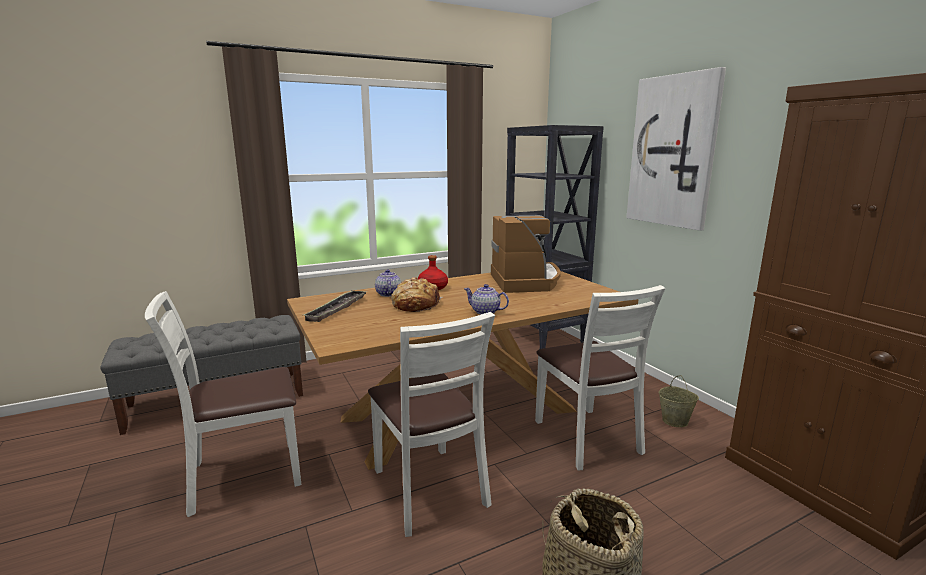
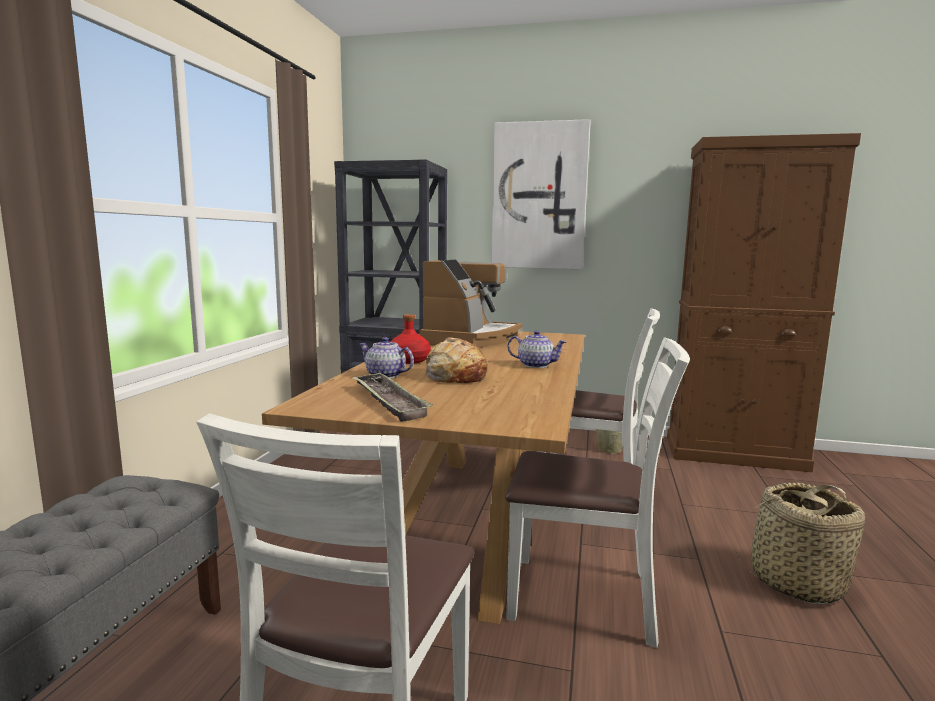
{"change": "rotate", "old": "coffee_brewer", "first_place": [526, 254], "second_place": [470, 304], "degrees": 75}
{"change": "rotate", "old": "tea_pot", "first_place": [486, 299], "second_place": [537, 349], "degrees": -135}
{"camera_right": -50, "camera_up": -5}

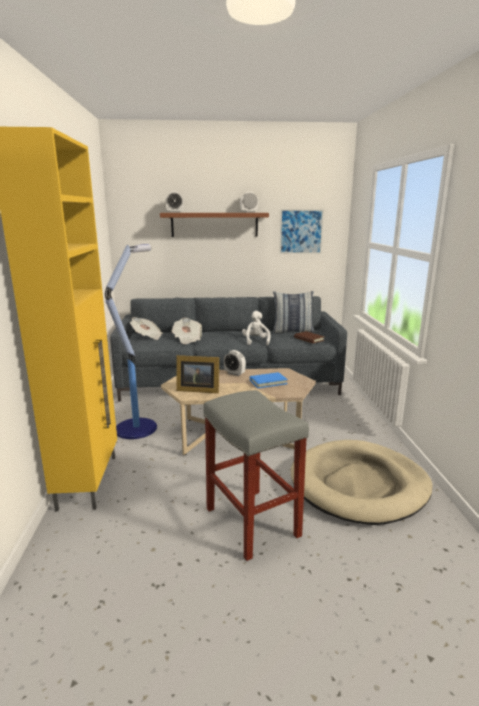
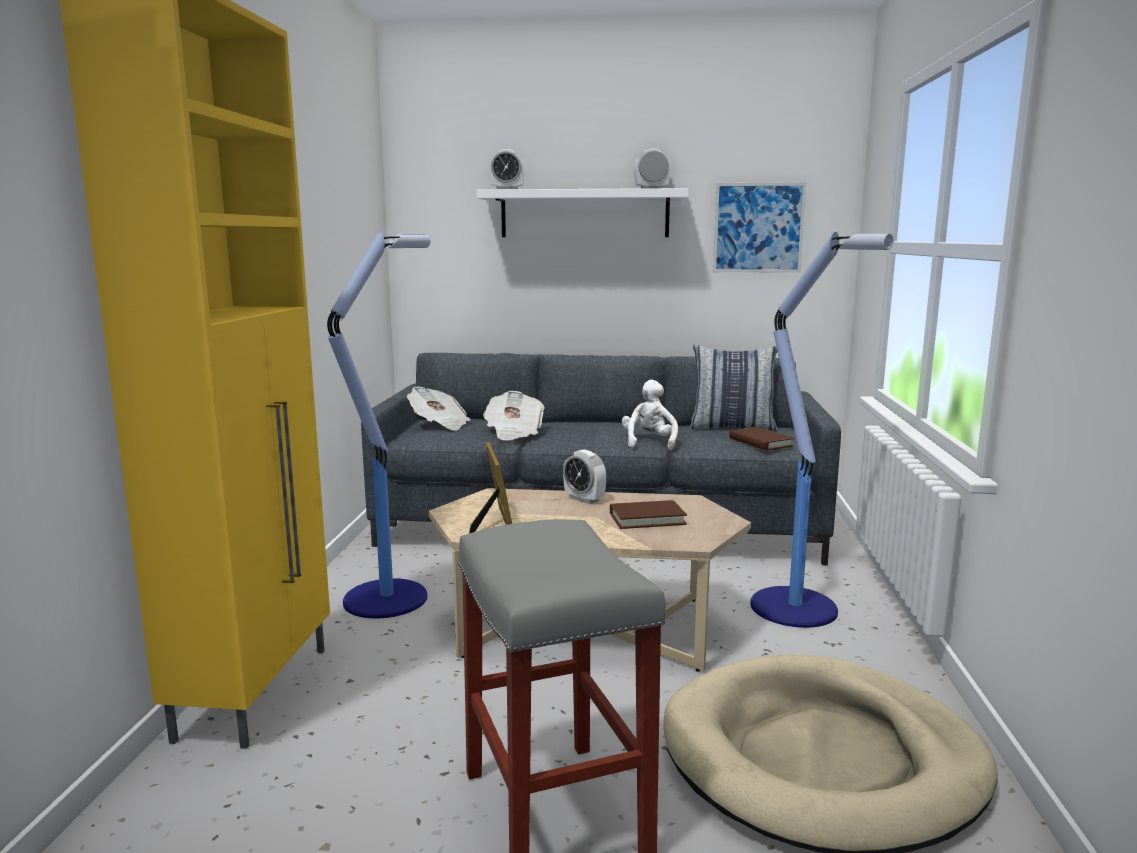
{"change": "recolor", "old": "brown-coloured_wall_shelf", "new": "whitish_wall_shelf", "first_place": [214, 225], "second_place": [583, 212]}
{"change": "rotate", "old": "standing_frame", "first_place": [197, 374], "second_place": [490, 487], "degrees": -120}
{"change": "recolor", "old": "bluish_volume", "new": "brown-coloured_volume", "first_place": [269, 380], "second_place": [648, 514]}
{"change": "insert", "new": "standing_lamp", "second_place": [821, 430]}
{"camera_right": 10, "camera_up": -5}

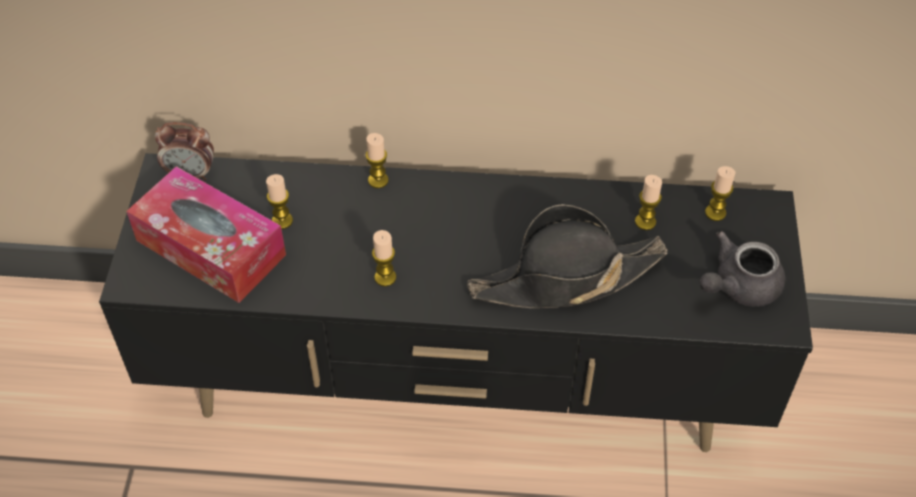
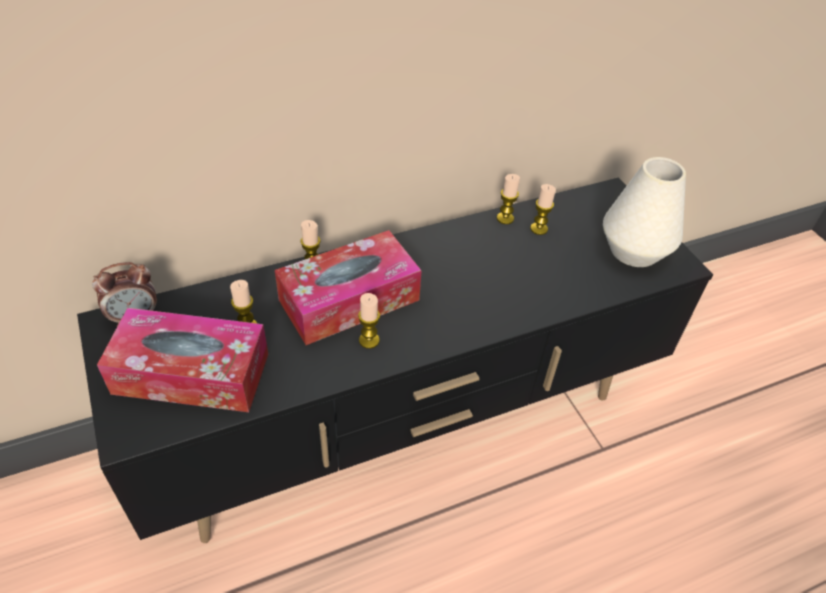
{"change": "move", "old": "wax_light", "first_place": [720, 193], "second_place": [508, 199]}
{"change": "delete", "old": "black-coloured_wearable_hat", "first_place": [567, 256]}
{"change": "replace", "old": "greyish_tea_pot", "new": "whitish_vase", "first_place": [742, 269], "second_place": [644, 212]}
{"change": "insert", "new": "tissue_box", "second_place": [348, 287]}
{"camera_right": -30, "camera_up": -5}

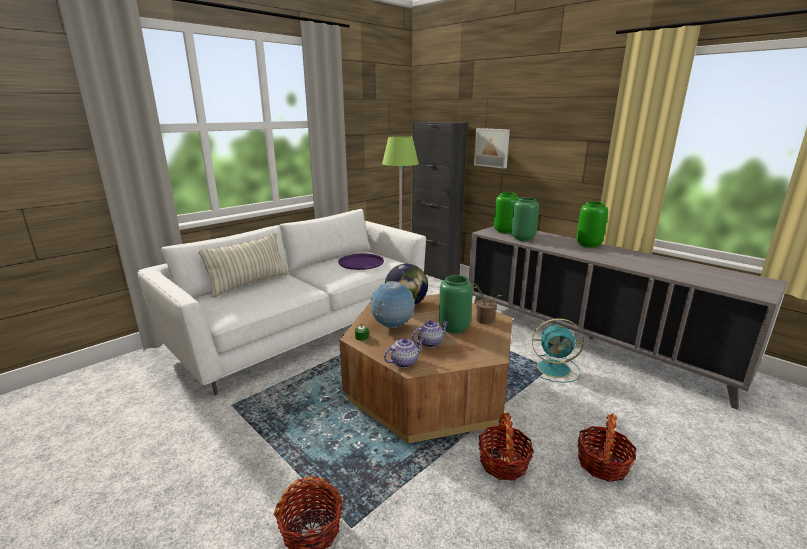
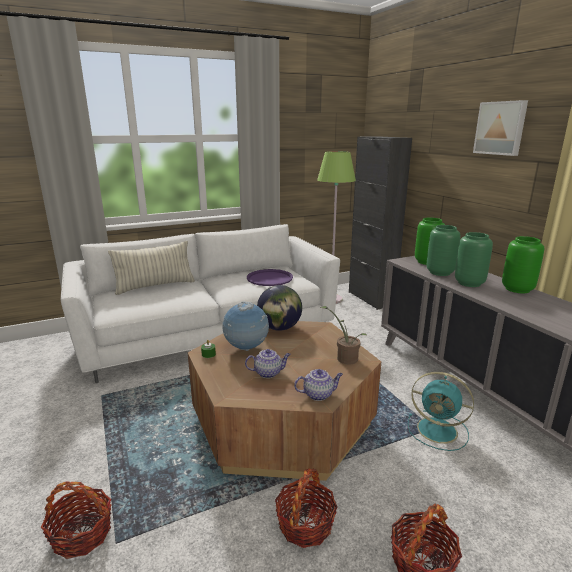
{"change": "move", "old": "wall_picture", "first_place": [492, 148], "second_place": [500, 128]}
{"change": "move", "old": "green_vase", "first_place": [456, 304], "second_place": [474, 259]}
{"change": "move", "old": "tea_pot", "first_place": [404, 353], "second_place": [318, 385]}
{"camera_right": 20, "camera_up": 0}

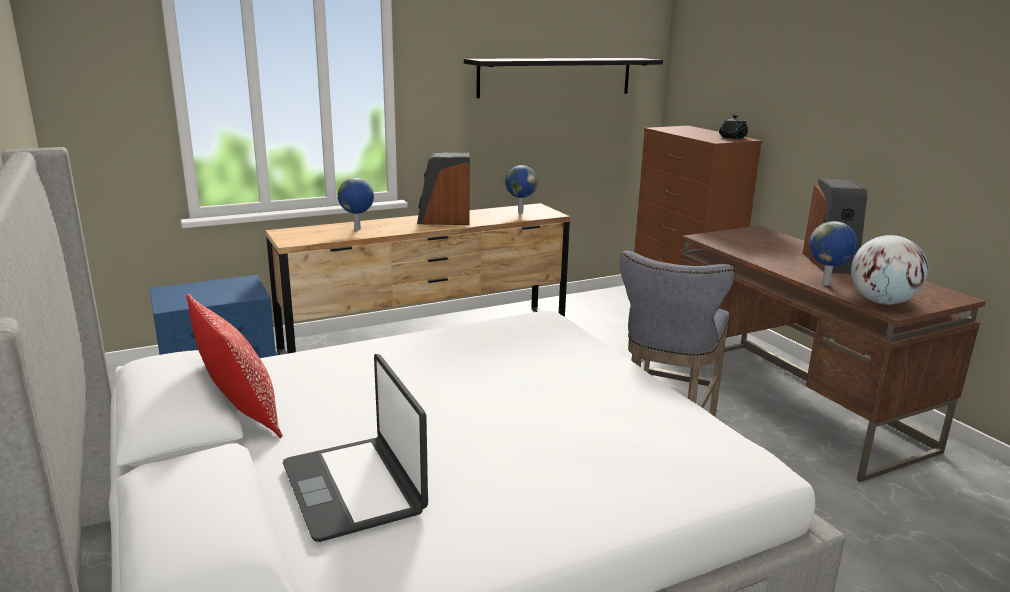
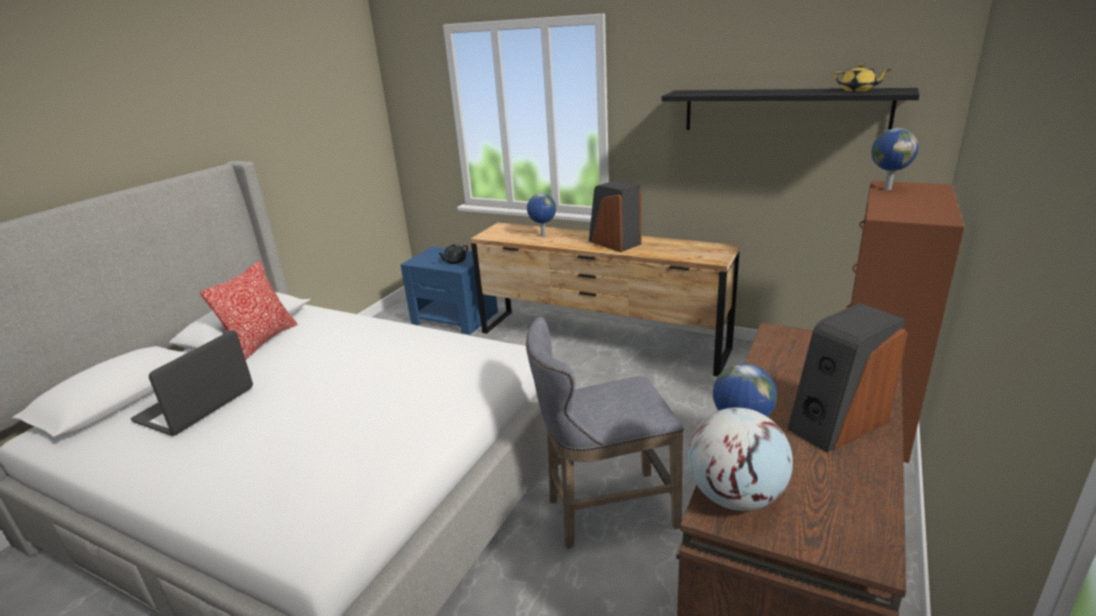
{"change": "move", "old": "black-coloured_tea_pot", "first_place": [733, 127], "second_place": [453, 254]}
{"change": "move", "old": "world_globe", "first_place": [521, 189], "second_place": [895, 159]}
{"change": "insert", "new": "yellow_tea_pot", "second_place": [862, 78]}
{"camera_right": 55, "camera_up": 5}

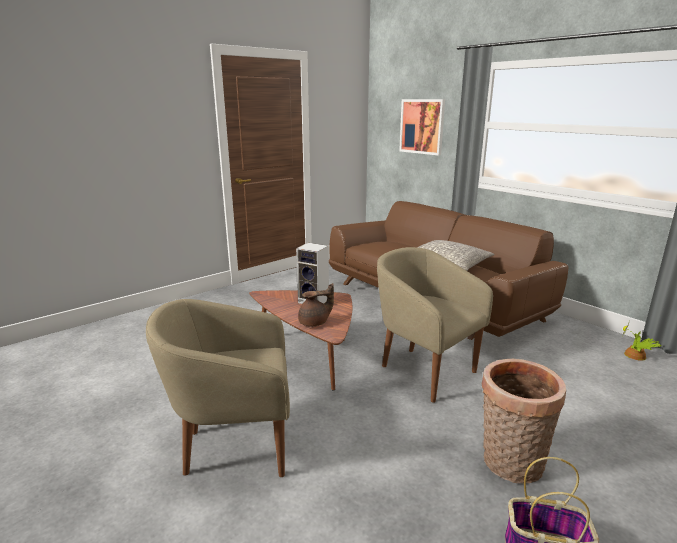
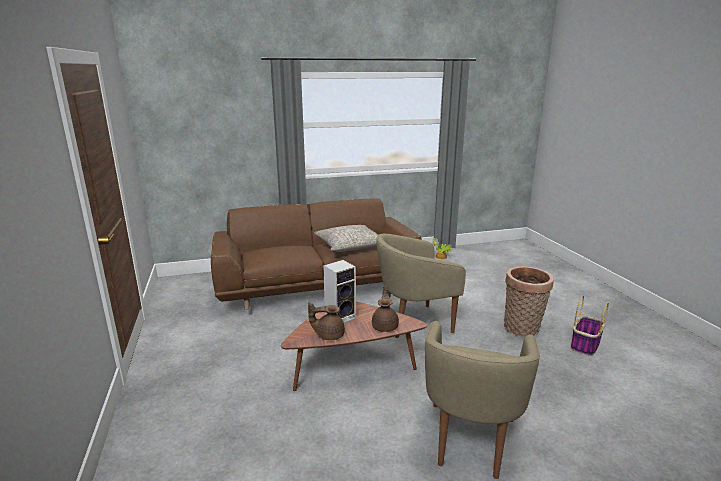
{"change": "delete", "old": "wall_picture", "first_place": [422, 127]}
{"change": "insert", "new": "brown-coloured_tea_pot", "second_place": [326, 321]}
{"camera_right": -65, "camera_up": 0}

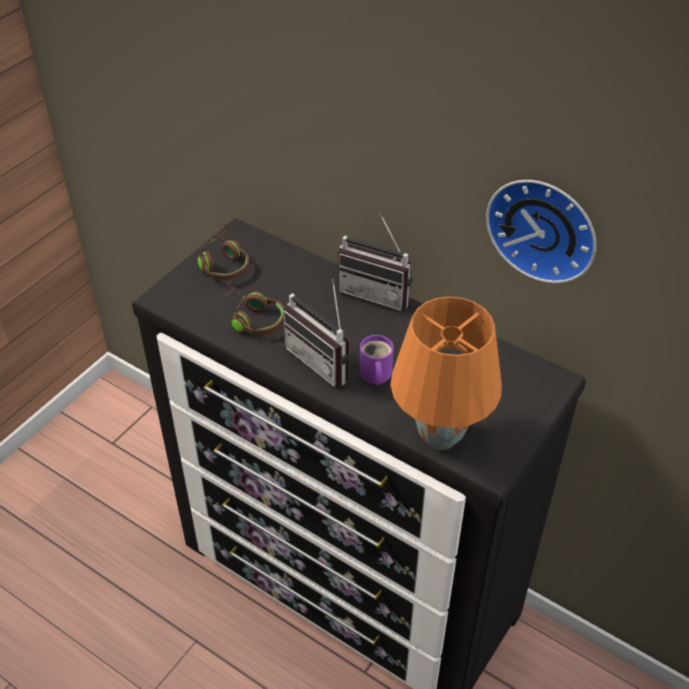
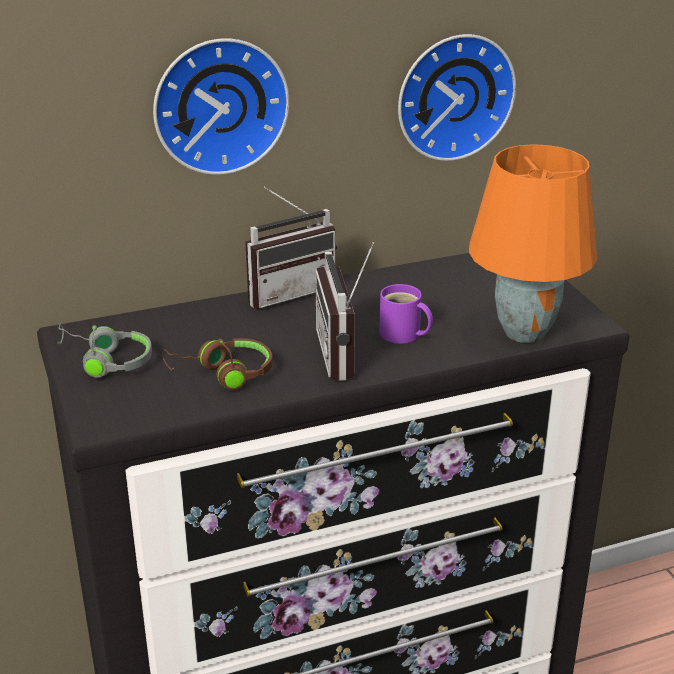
{"change": "recolor", "old": "brown-coloured_headphones", "new": "greyish_headphones", "first_place": [223, 252], "second_place": [104, 350]}
{"change": "rotate", "old": "radio_receiver", "first_place": [316, 333], "second_place": [344, 311], "degrees": 90}
{"change": "insert", "new": "hanging_clock", "second_place": [221, 106]}
{"camera_right": -55, "camera_up": -15}

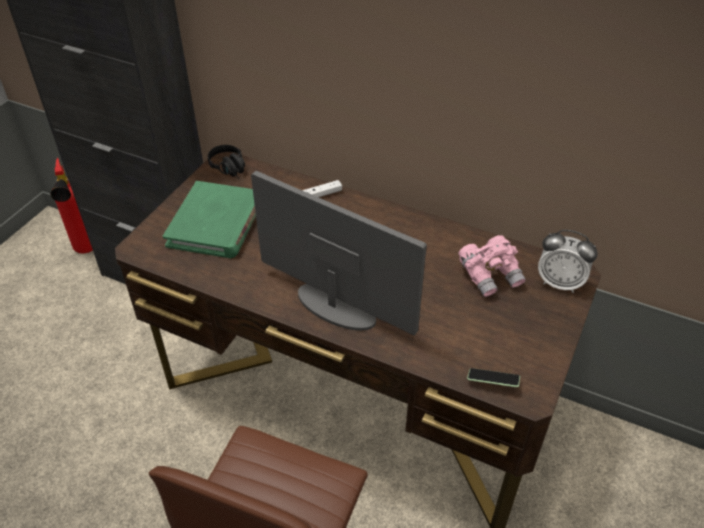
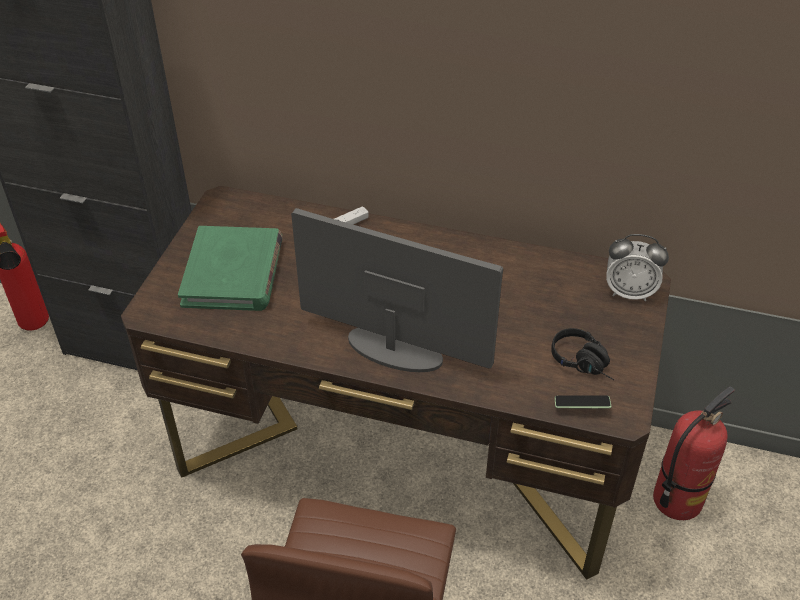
{"change": "move", "old": "black-coloured_headphones", "first_place": [226, 162], "second_place": [582, 354]}
{"change": "delete", "old": "pink-coloured_binoculars", "first_place": [492, 266]}
{"change": "insert", "new": "extinguisher", "second_place": [694, 453]}
{"camera_right": -10, "camera_up": 0}

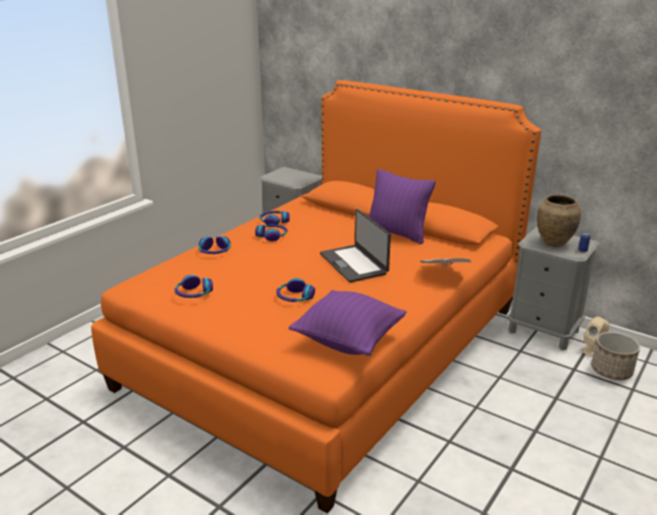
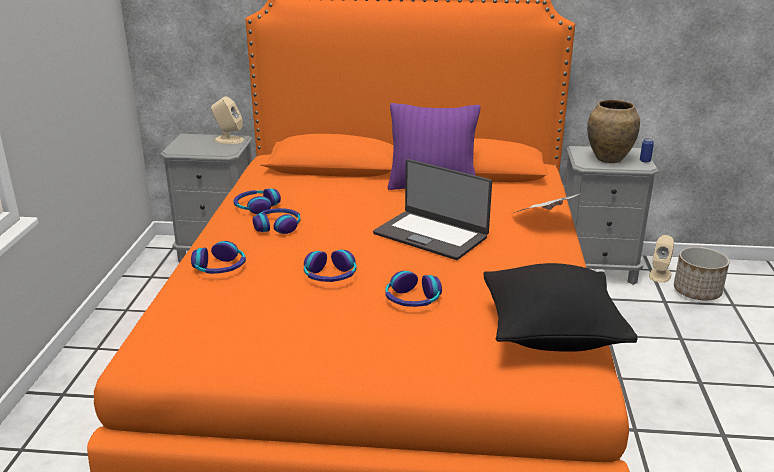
{"change": "move", "old": "headphones", "first_place": [193, 286], "second_place": [330, 266]}
{"change": "recolor", "old": "purplish_throw_pillow", "new": "black-coloured_throw_pillow", "first_place": [347, 323], "second_place": [561, 307]}
{"change": "insert", "new": "beige_audio_speaker", "second_place": [227, 120]}
{"camera_right": -30, "camera_up": 0}

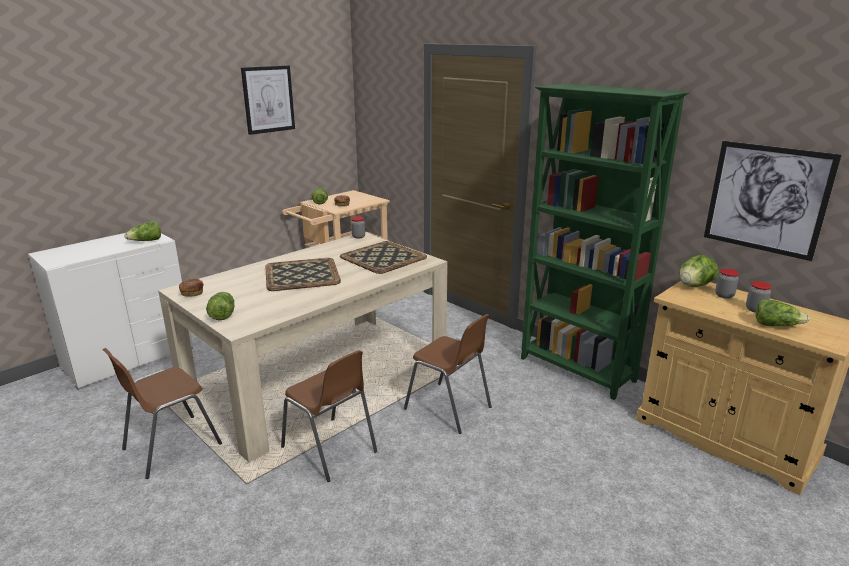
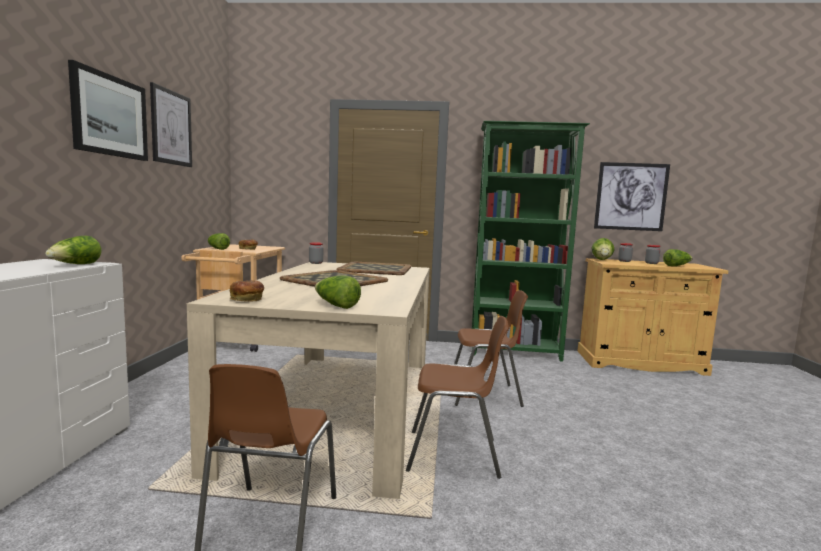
{"change": "insert", "new": "wall_picture", "second_place": [108, 110]}
{"camera_right": -40, "camera_up": -15}

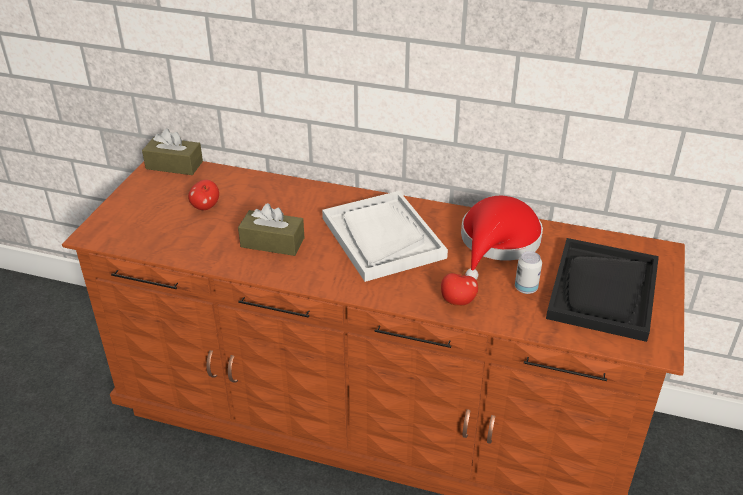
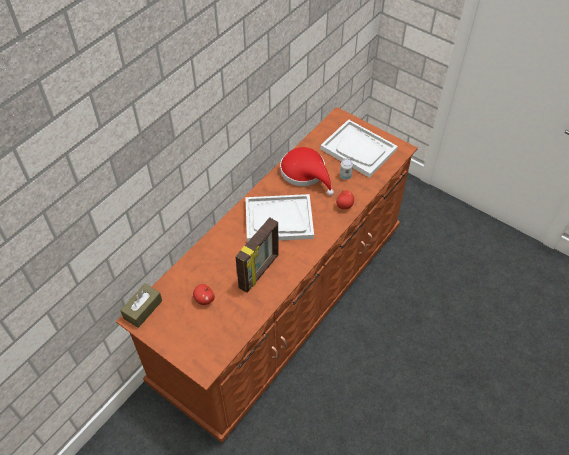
{"change": "replace", "old": "brown-coloured_tissue_box", "new": "standing_frame", "first_place": [271, 229], "second_place": [257, 255]}
{"change": "recolor", "old": "black-coloured_tray", "new": "whitish_tray", "first_place": [602, 290], "second_place": [359, 148]}
{"camera_right": -70, "camera_up": 15}

